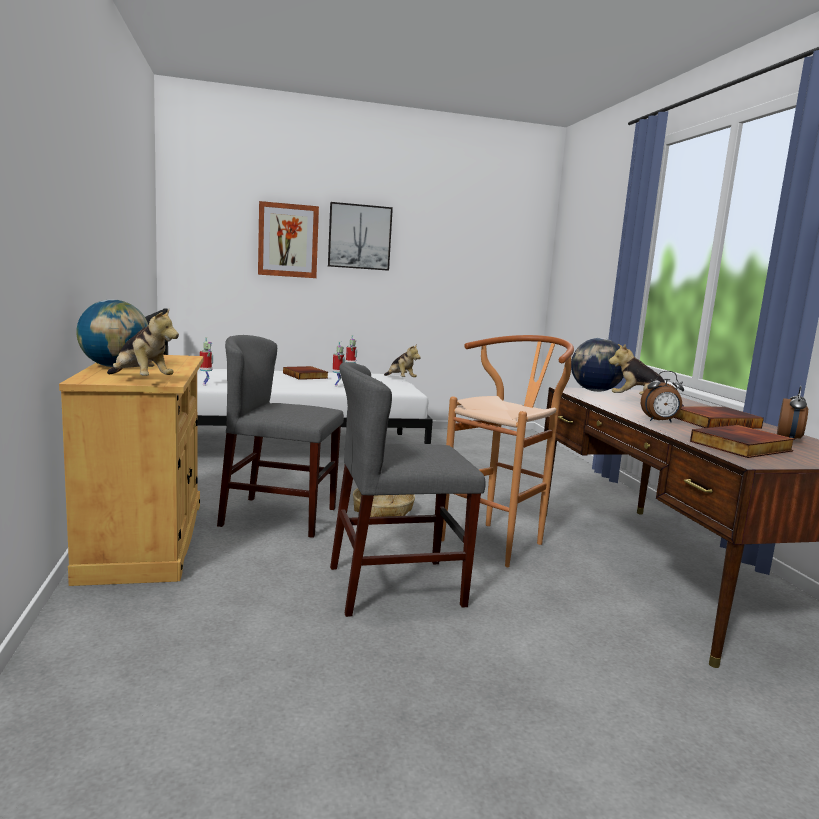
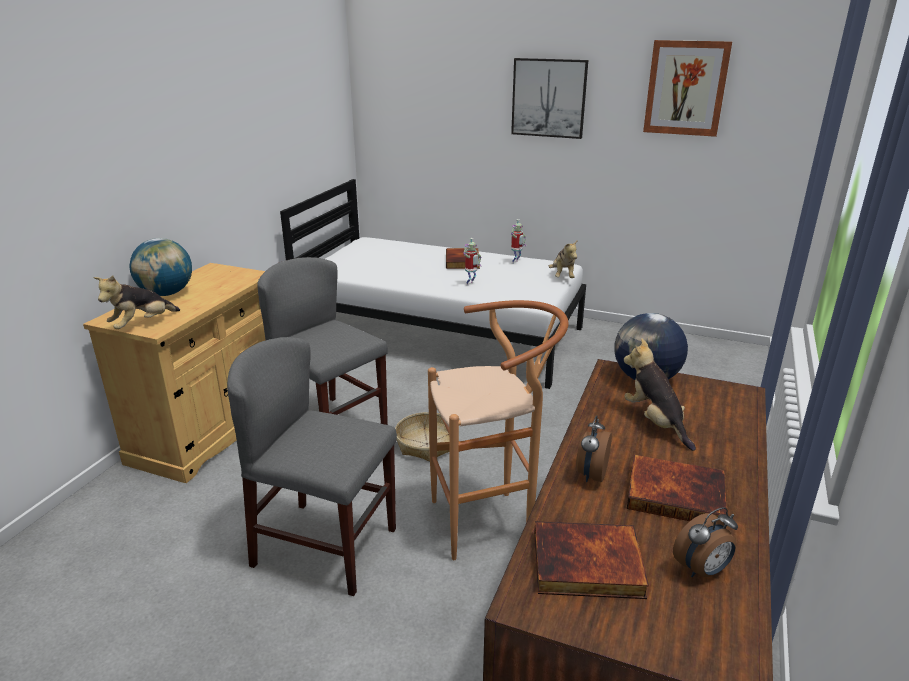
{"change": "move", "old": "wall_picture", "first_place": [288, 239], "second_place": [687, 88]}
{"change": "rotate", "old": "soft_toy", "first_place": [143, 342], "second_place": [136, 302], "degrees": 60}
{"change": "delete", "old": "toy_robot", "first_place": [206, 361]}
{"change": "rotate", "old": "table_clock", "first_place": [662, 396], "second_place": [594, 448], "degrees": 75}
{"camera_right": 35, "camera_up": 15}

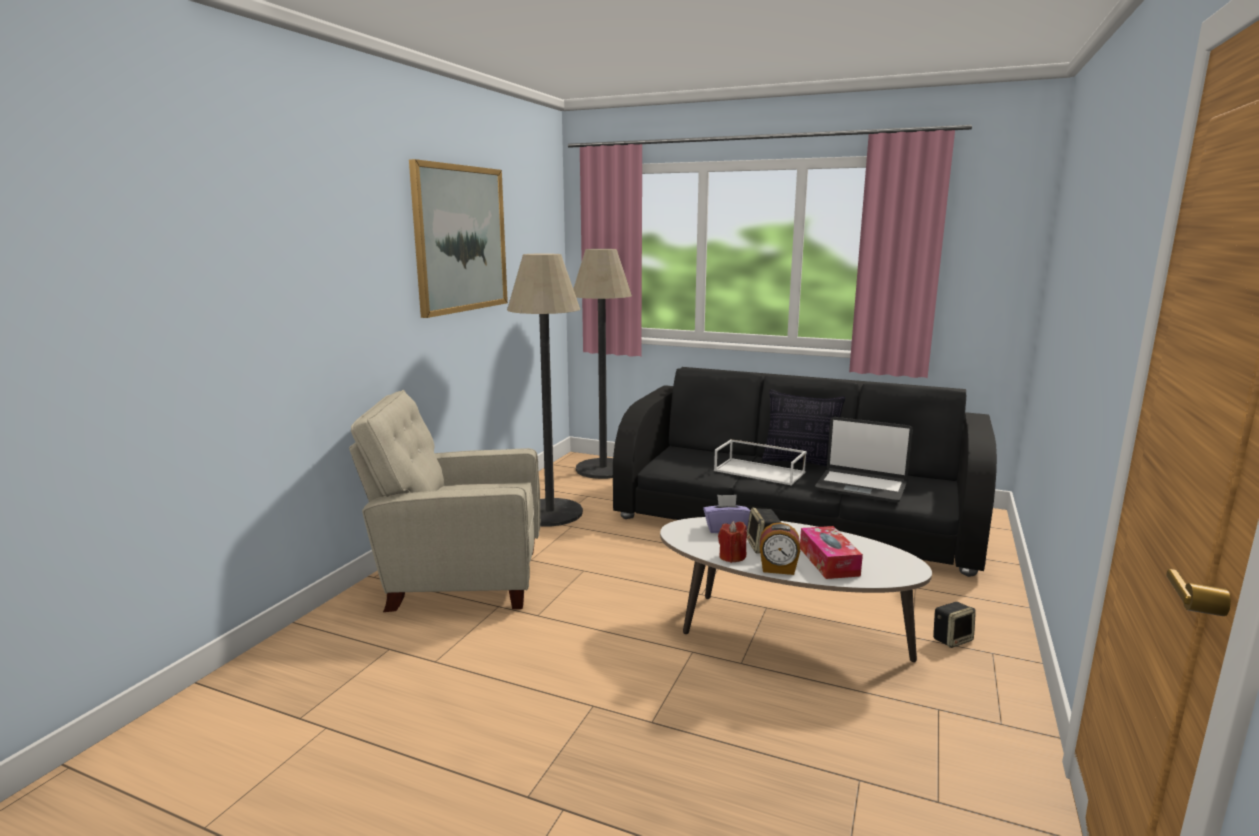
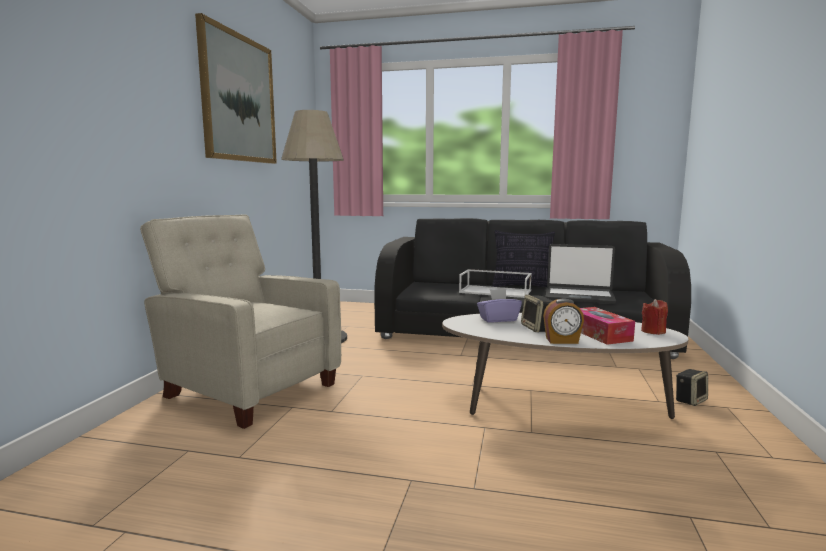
{"change": "delete", "old": "standing_lamp", "first_place": [602, 364]}
{"change": "rotate", "old": "beige_easy_chair", "first_place": [444, 501], "second_place": [240, 321], "degrees": 45}
{"change": "move", "old": "reddish_wax_light", "first_place": [732, 542], "second_place": [654, 317]}
{"camera_right": -10, "camera_up": -5}

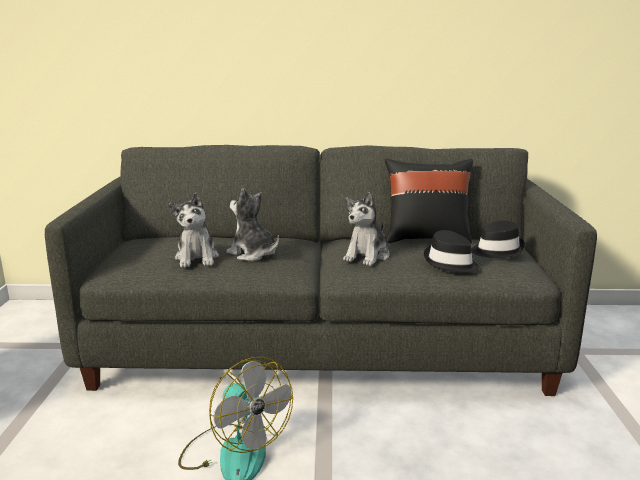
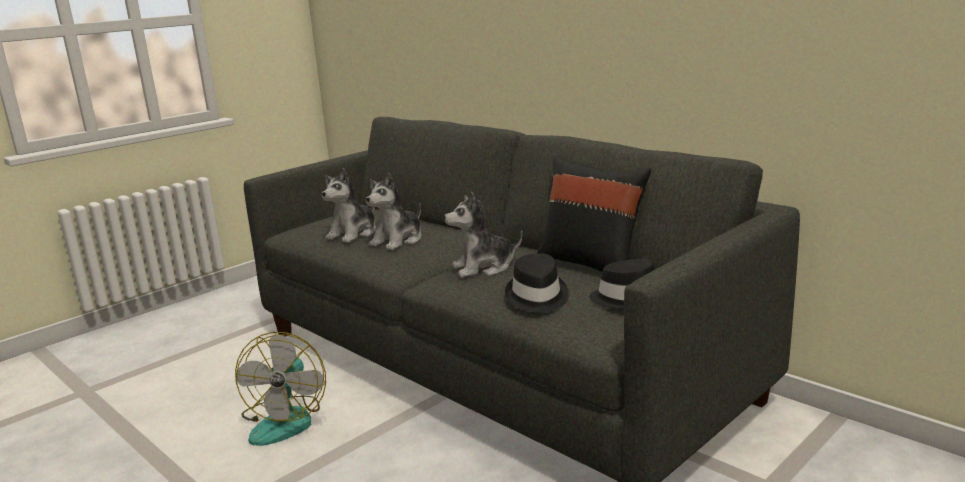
{"change": "rotate", "old": "soft_toy", "first_place": [252, 224], "second_place": [393, 211], "degrees": -135}
{"camera_right": 45, "camera_up": 0}

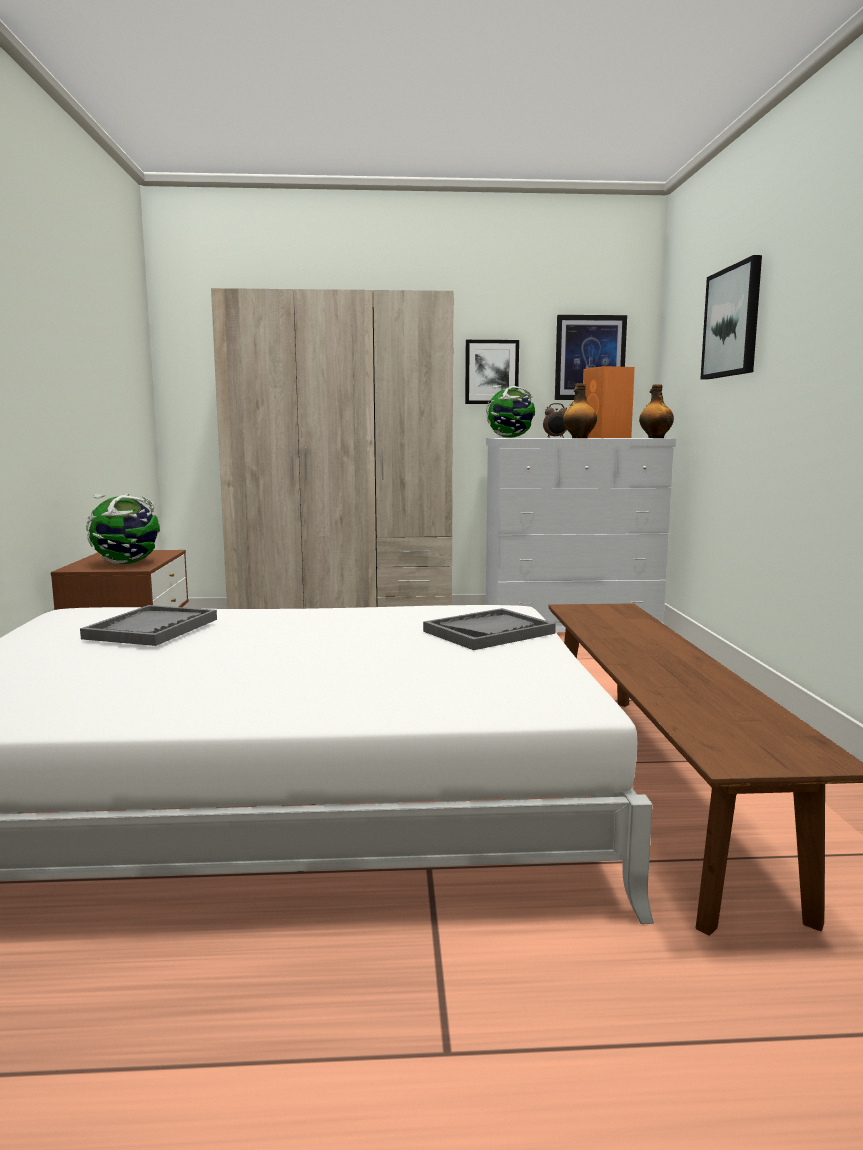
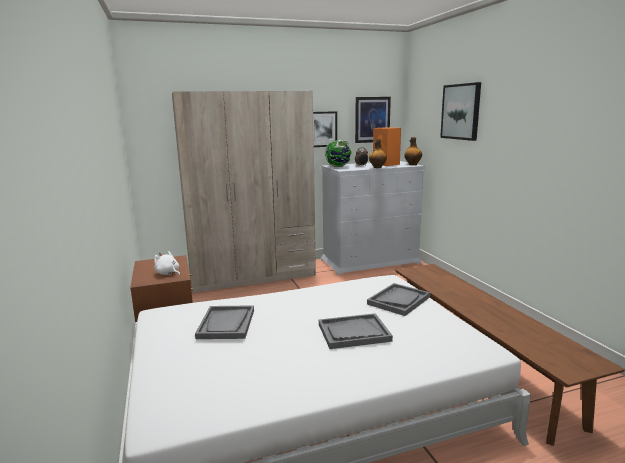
{"change": "replace", "old": "world_globe", "new": "whitish_soft_toy", "first_place": [123, 529], "second_place": [167, 263]}
{"change": "insert", "new": "greyish_tray", "second_place": [356, 331]}
{"camera_right": -15, "camera_up": 5}

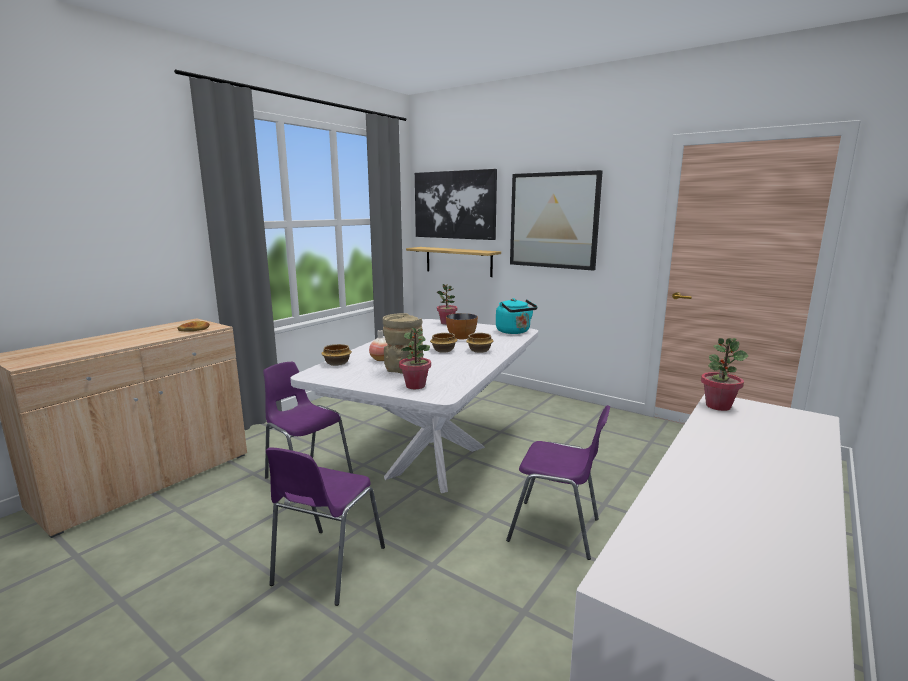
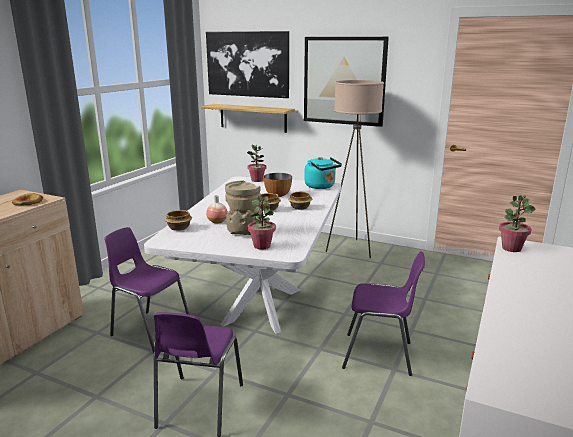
{"change": "insert", "new": "beige_standing_lamp", "second_place": [355, 169]}
{"camera_right": -10, "camera_up": 5}

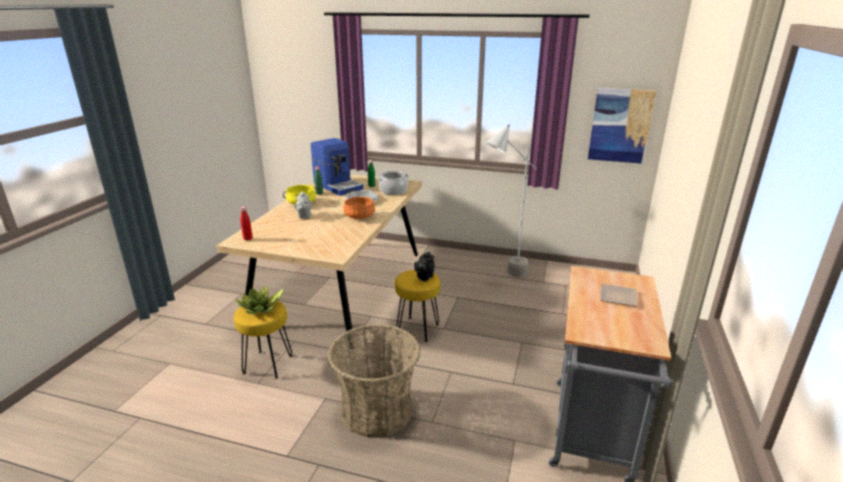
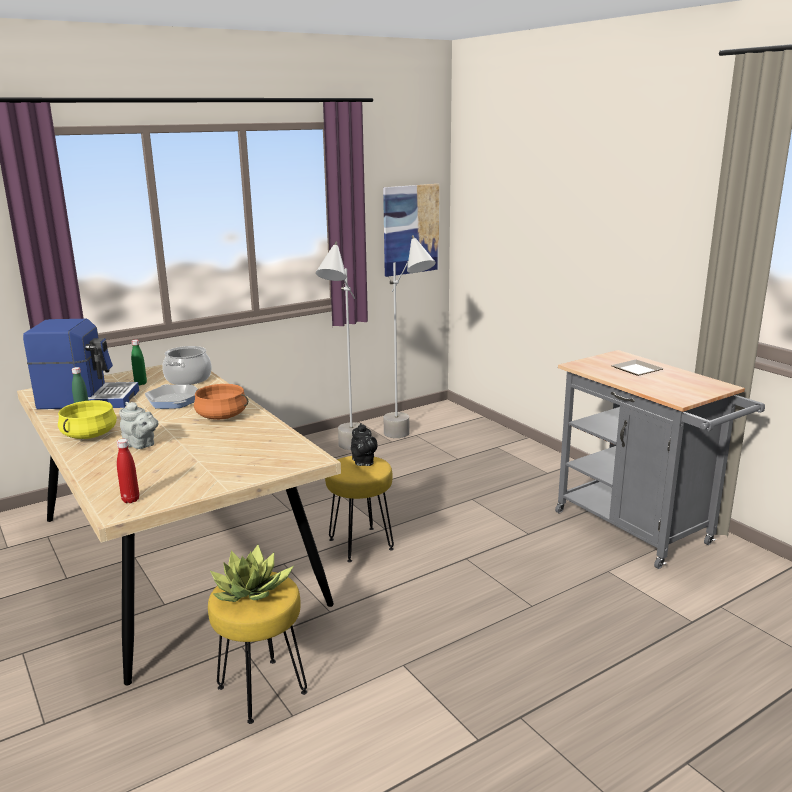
{"change": "delete", "old": "storage_basket", "first_place": [374, 381]}
{"change": "insert", "new": "greyish_standing_lamp", "second_place": [410, 336]}
{"camera_right": -50, "camera_up": -5}

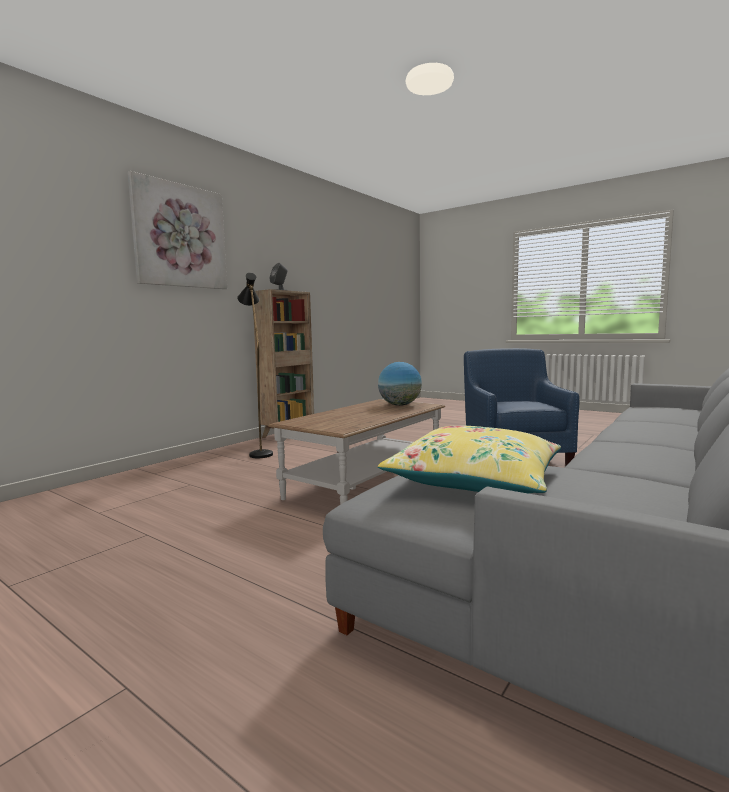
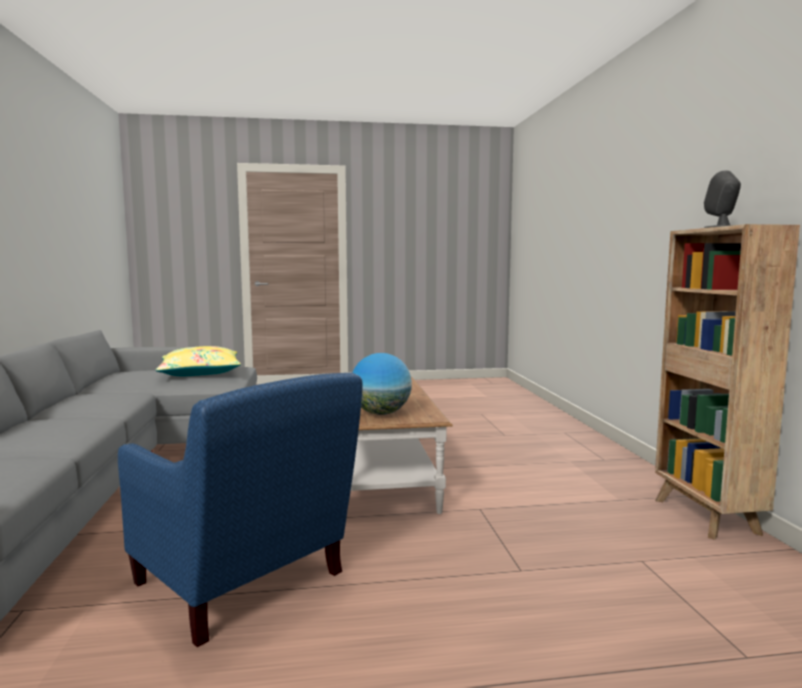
{"change": "delete", "old": "wall_picture", "first_place": [177, 230]}
{"change": "delete", "old": "black-coloured_standing_lamp", "first_place": [255, 365]}
{"camera_right": 135, "camera_up": 0}

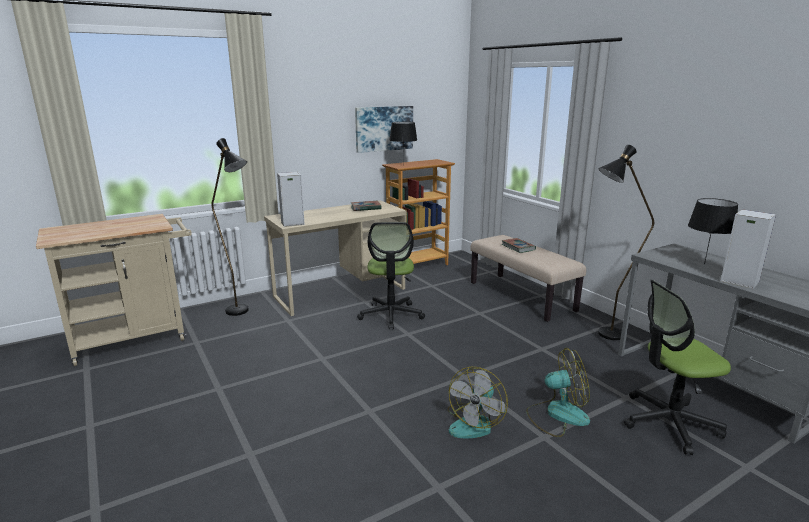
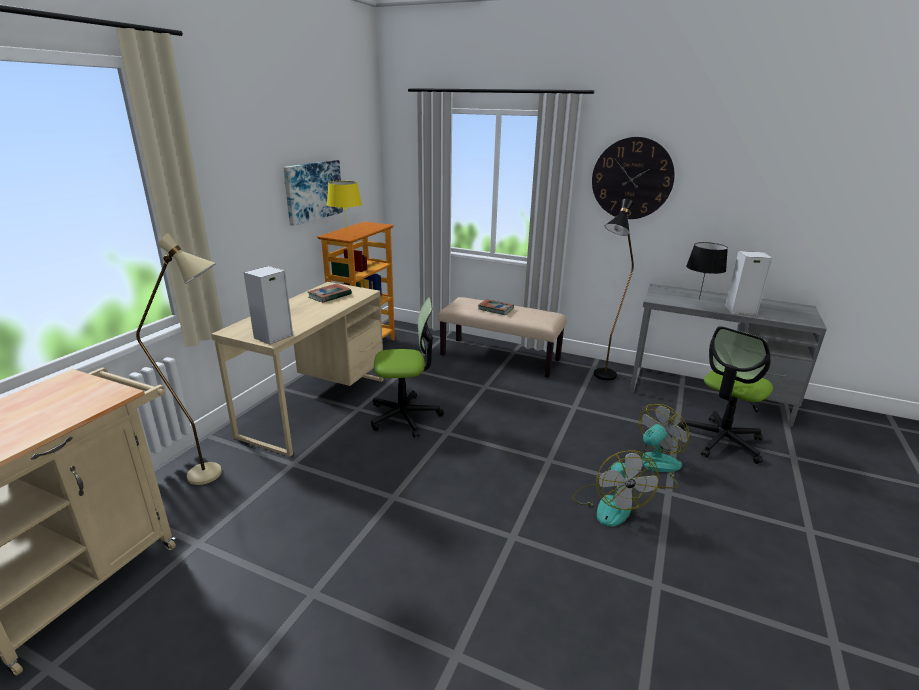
{"change": "recolor", "old": "black-coloured_lamp_for_a_table", "new": "yellow_lamp_for_a_table", "first_place": [403, 144], "second_place": [344, 208]}
{"change": "recolor", "old": "black-coloured_standing_lamp", "new": "beige_standing_lamp", "first_place": [230, 227], "second_place": [179, 359]}
{"change": "rotate", "old": "computer_chair", "first_place": [391, 276], "second_place": [407, 368], "degrees": -60}
{"change": "insert", "new": "hanging_clock", "second_place": [633, 178]}
{"camera_right": -35, "camera_up": 5}

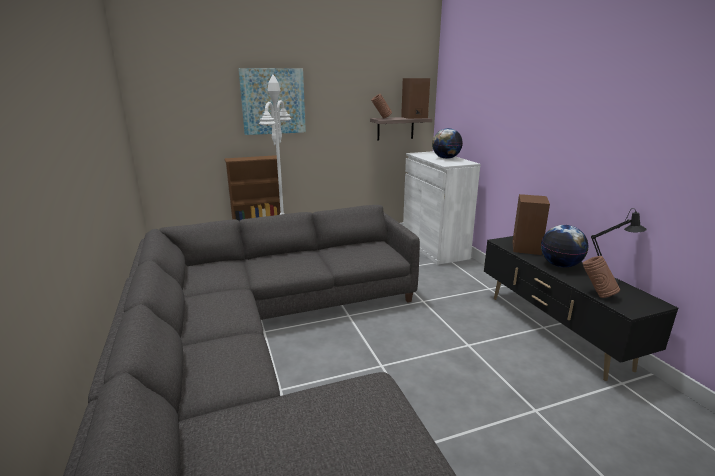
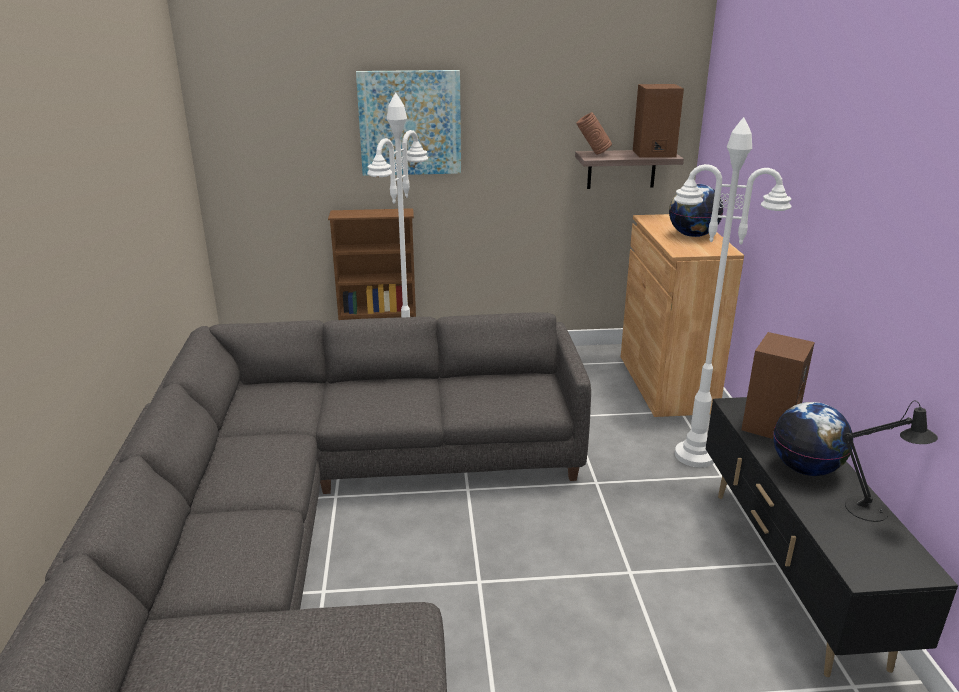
{"change": "recolor", "old": "whitish_cupboard", "new": "brown-coloured_cupboard", "first_place": [441, 208], "second_place": [682, 315]}
{"change": "delete", "old": "brown-coloured_vase", "first_place": [601, 277]}
{"change": "insert", "new": "whitish_standing_lamp", "second_place": [732, 292]}
{"camera_right": 15, "camera_up": 5}

